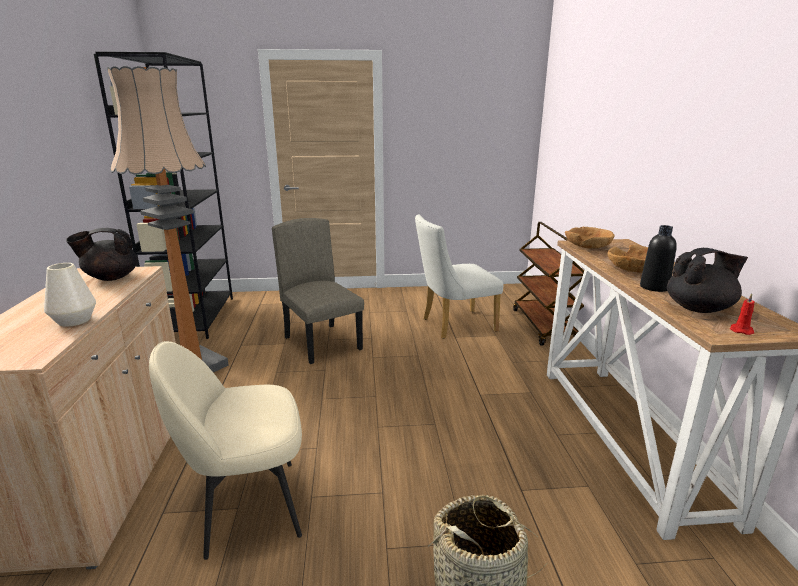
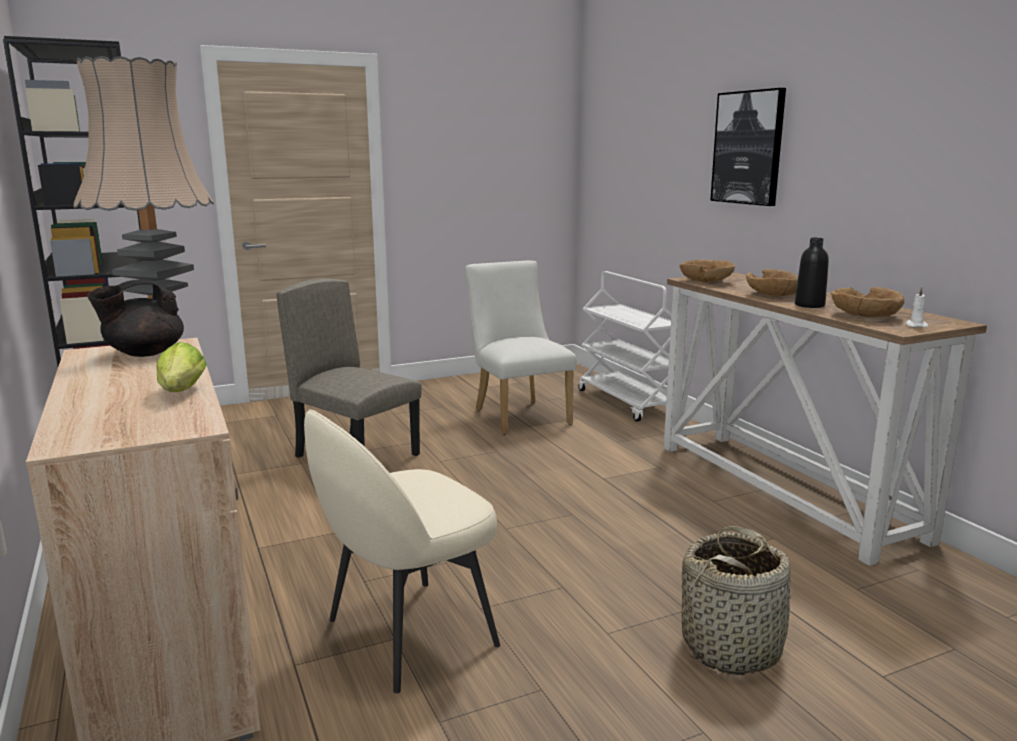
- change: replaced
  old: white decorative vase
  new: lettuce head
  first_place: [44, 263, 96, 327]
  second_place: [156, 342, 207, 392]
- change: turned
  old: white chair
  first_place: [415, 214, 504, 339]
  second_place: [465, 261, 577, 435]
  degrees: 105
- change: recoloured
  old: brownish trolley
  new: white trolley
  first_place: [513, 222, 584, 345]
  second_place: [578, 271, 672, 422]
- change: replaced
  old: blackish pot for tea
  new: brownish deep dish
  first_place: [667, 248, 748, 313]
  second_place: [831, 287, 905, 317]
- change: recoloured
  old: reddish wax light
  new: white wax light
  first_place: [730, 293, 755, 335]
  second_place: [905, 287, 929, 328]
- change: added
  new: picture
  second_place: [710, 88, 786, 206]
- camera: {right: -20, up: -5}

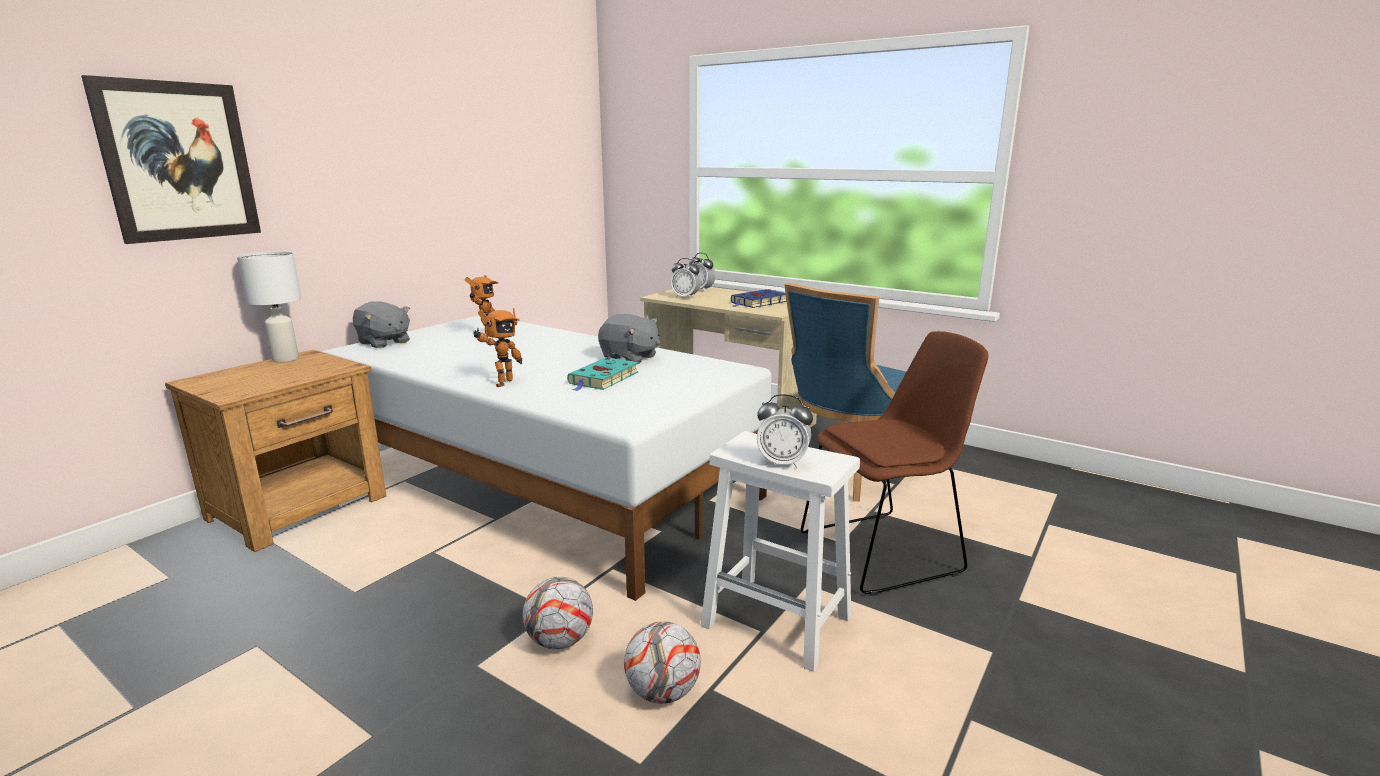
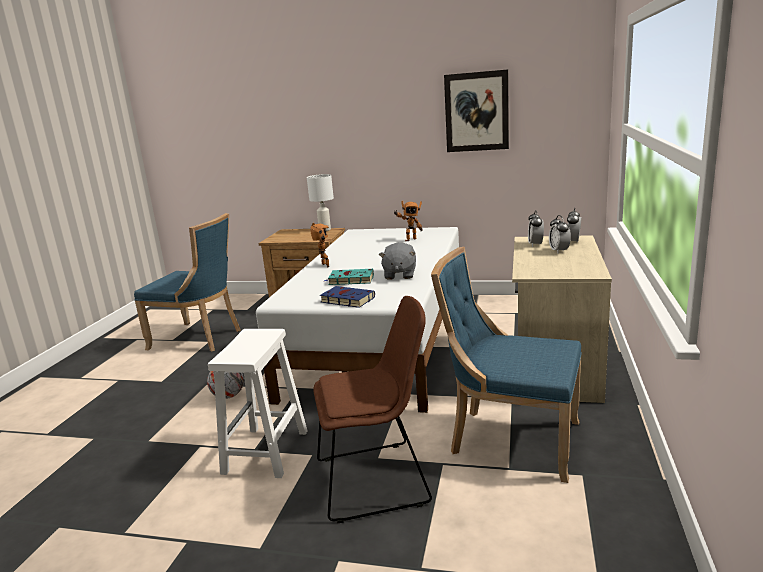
- change: moved
  old: picture
  first_place: [81, 75, 261, 244]
  second_place: [444, 70, 509, 152]
- change: removed
  old: gray soft toy
  first_place: [353, 301, 410, 348]
- change: turned
  old: toy robot
  first_place: [473, 308, 522, 387]
  second_place: [310, 223, 329, 268]
  degrees: -120
- change: removed
  old: ball for football
  first_place: [624, 621, 701, 704]
- change: moved
  old: blue-coloured volume
  first_place: [731, 289, 787, 308]
  second_place: [320, 286, 375, 308]
- change: moved
  old: bedside clock
  first_place: [757, 394, 813, 468]
  second_place: [549, 215, 571, 253]
- change: turned
  old: brownish chair
  first_place: [801, 331, 988, 596]
  second_place: [313, 296, 432, 523]
  degrees: -60
- change: added
  new: blue-coloured chair
  second_place: [134, 213, 241, 352]
- camera: {right: 70, up: 0}

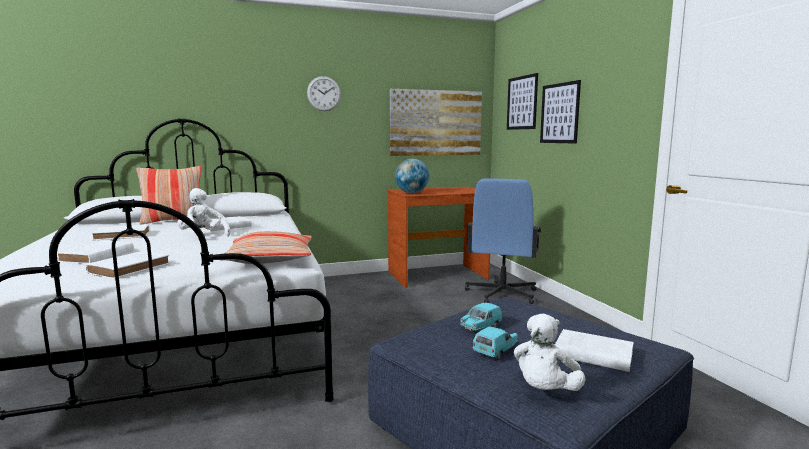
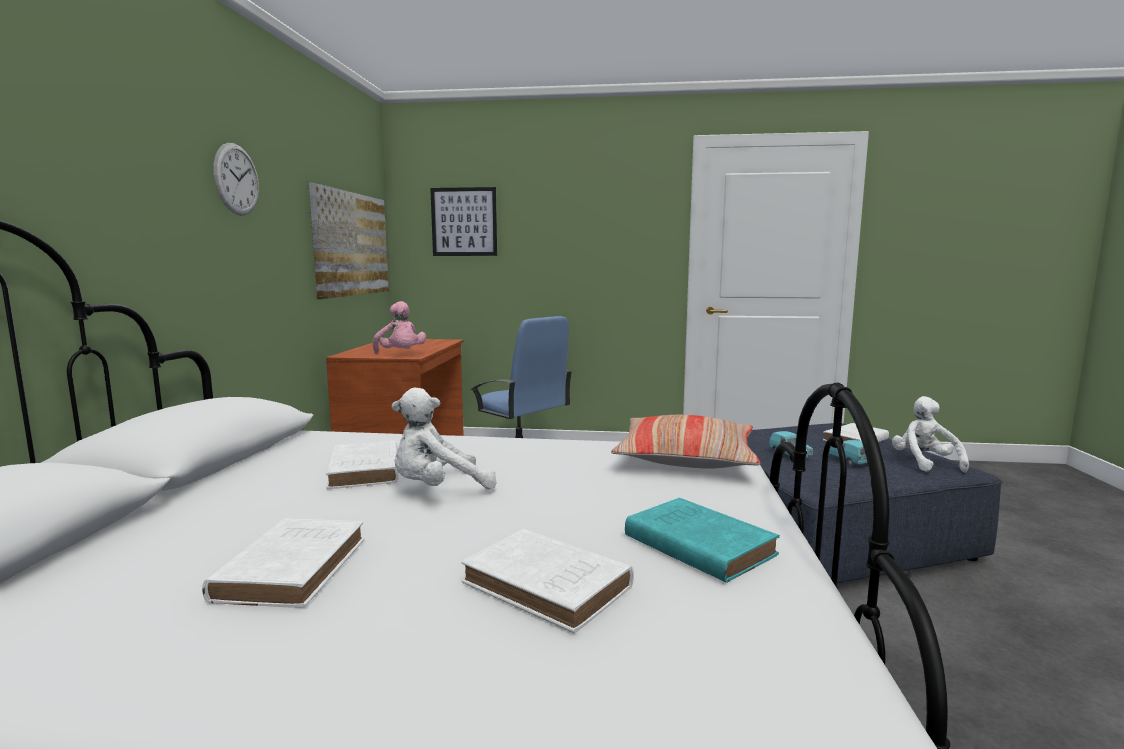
- change: recoloured
  old: white volume
  new: turquoise volume
  first_place: [86, 251, 170, 279]
  second_place: [625, 498, 780, 583]
- change: removed
  old: cushion
  first_place: [136, 166, 202, 224]
- change: replaced
  old: desk globe
  new: pinkish soft toy
  first_place: [395, 159, 429, 193]
  second_place: [372, 301, 426, 353]
- change: turned
  old: white soft toy
  first_place: [514, 314, 585, 391]
  second_place: [892, 396, 969, 472]
  degrees: -150
- change: removed
  old: picture
  first_place: [540, 80, 581, 144]
- camera: {right: -65, up: 0}

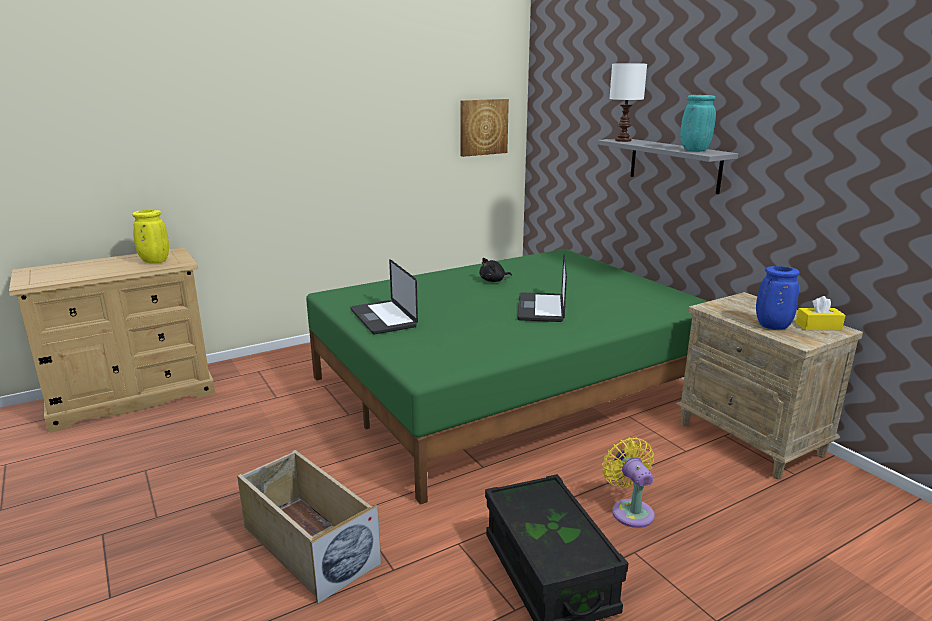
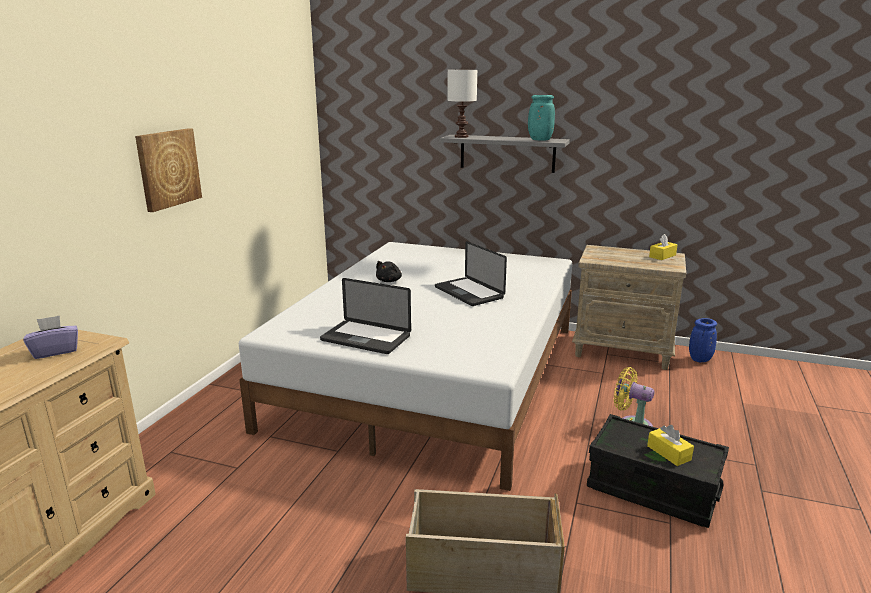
- change: replaced
  old: yellow decorative vase
  new: purplish box of tissues
  first_place: [132, 210, 169, 263]
  second_place: [23, 315, 78, 359]
- change: recoloured
  old: greenish bed
  new: white bed
  first_place: [306, 249, 708, 505]
  second_place: [239, 242, 572, 491]
- change: moved
  old: picture
  first_place: [460, 99, 509, 157]
  second_place: [135, 128, 202, 212]
- change: moved
  old: blue-coloured decorative vase
  first_place: [756, 266, 800, 330]
  second_place: [689, 318, 717, 362]
- change: added
  new: yellow box of tissues
  second_place: [647, 425, 694, 466]
- camera: {right: -40, up: 0}

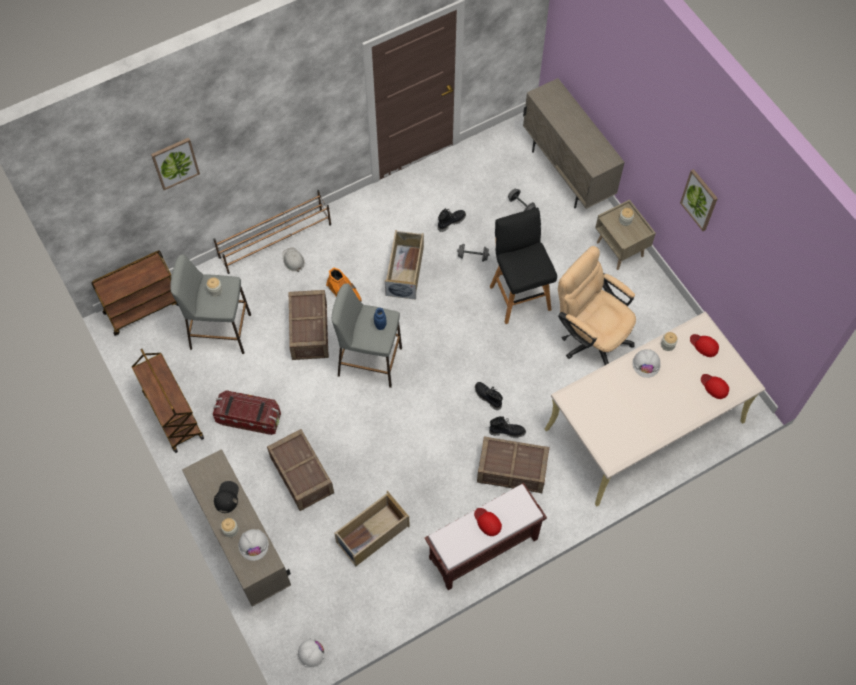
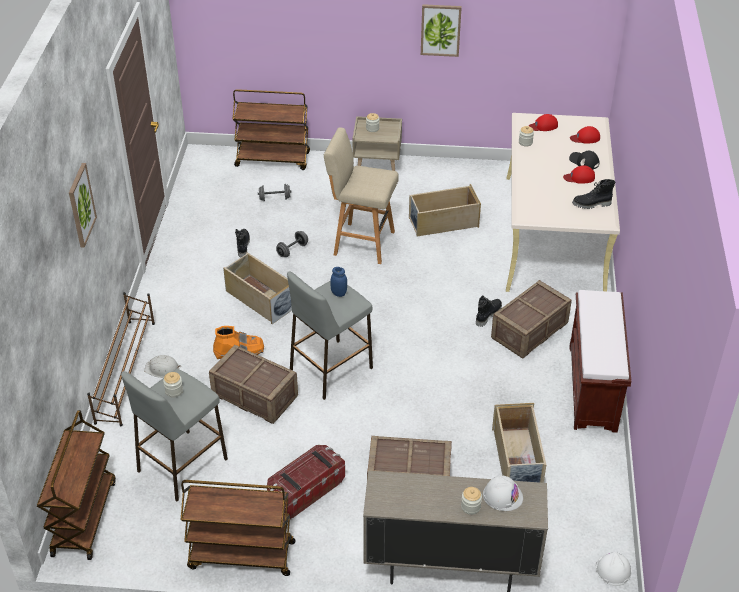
- change: moved
  old: picture
  first_place: [151, 138, 200, 190]
  second_place: [69, 163, 97, 248]
- change: moved
  old: blackish baseball cap
  first_place: [214, 481, 239, 513]
  second_place: [569, 151, 599, 169]
- change: moved
  old: reddish baseball cap
  first_place: [474, 508, 502, 536]
  second_place: [563, 166, 595, 184]
- change: moved
  old: blackish high-top boot
  first_place: [475, 382, 503, 410]
  second_place: [572, 179, 615, 209]
- change: recoloured
  old: blackish stool seat
  new: beige-coloured stool seat
  first_place: [490, 208, 557, 324]
  second_place: [324, 127, 399, 264]
- change: replaced
  old: beige-coloured cupboard
  new: brownish trolley
  first_place: [523, 78, 625, 209]
  second_place: [233, 89, 310, 170]
- change: replaced
  old: beige-coloured computer chair
  new: beige-coloured storage bin
  first_place: [558, 246, 636, 365]
  second_place: [409, 184, 481, 236]
- change: removed
  old: white safety helmet
  first_place: [633, 349, 661, 378]
- camera: {right: -55, up: -20}

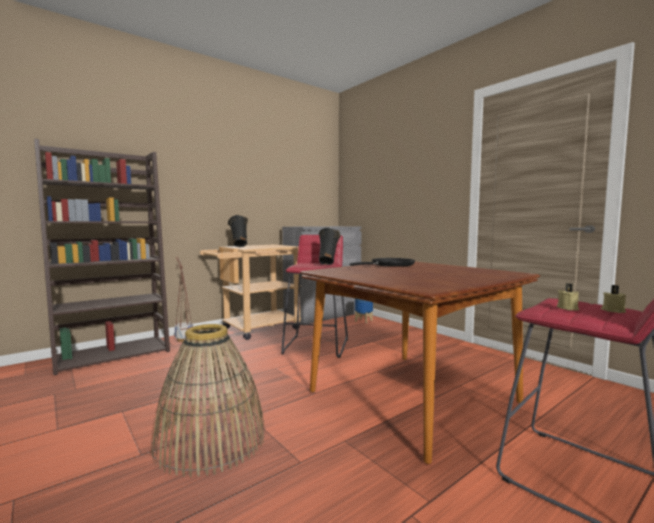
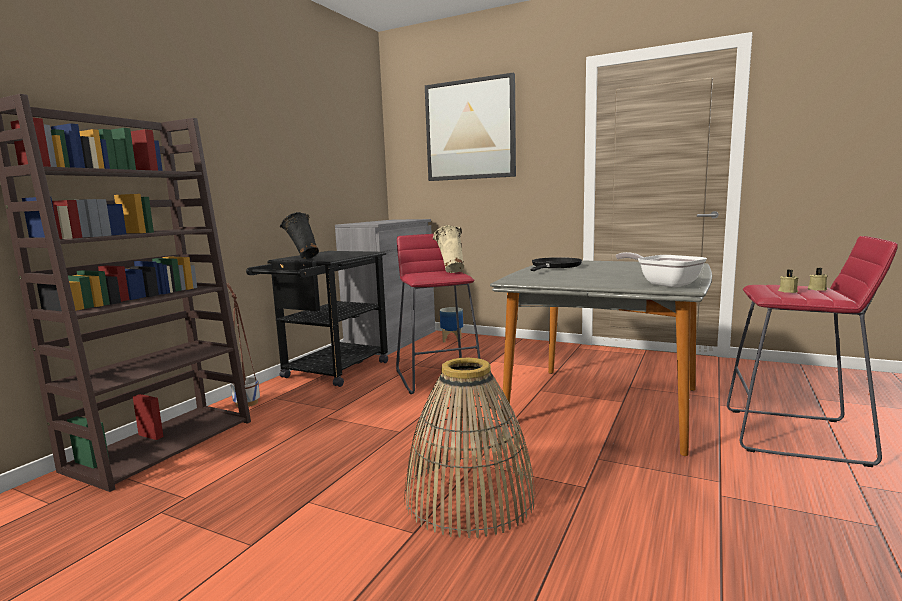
- change: recoloured
  old: beige-coloured trolley
  new: blackish trolley
  first_place: [200, 244, 301, 340]
  second_place: [246, 251, 388, 387]
- change: recoloured
  old: brownish dining table
  new: gray dining table
  first_place: [300, 262, 540, 464]
  second_place: [490, 261, 712, 456]
- change: recoloured
  old: blackish decorative vase
  new: beige-coloured decorative vase
  first_place: [319, 228, 341, 265]
  second_place: [433, 225, 464, 273]
- change: added
  new: picture
  second_place: [425, 73, 516, 181]
- change: added
  new: frying pan
  second_place: [616, 252, 707, 287]
- camera: {right: -25, up: 5}

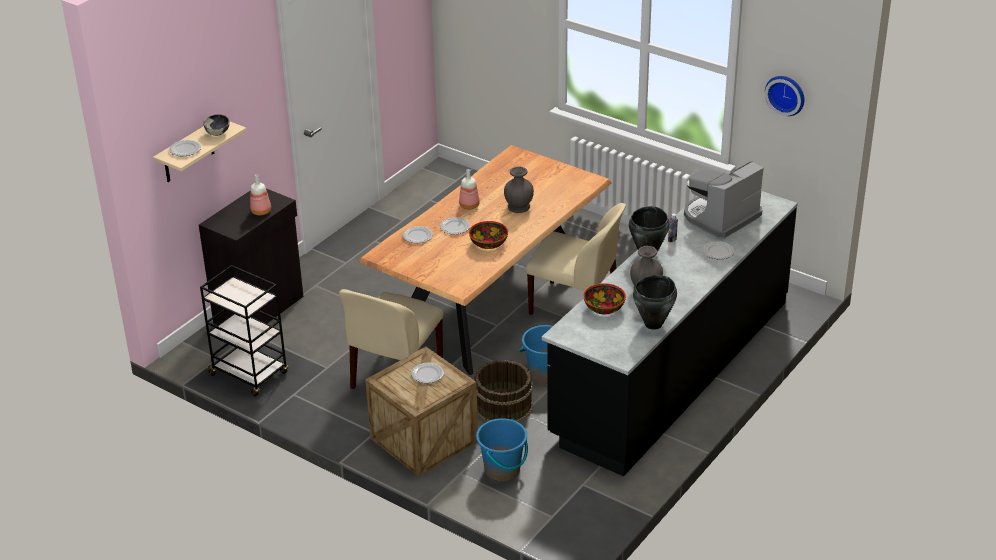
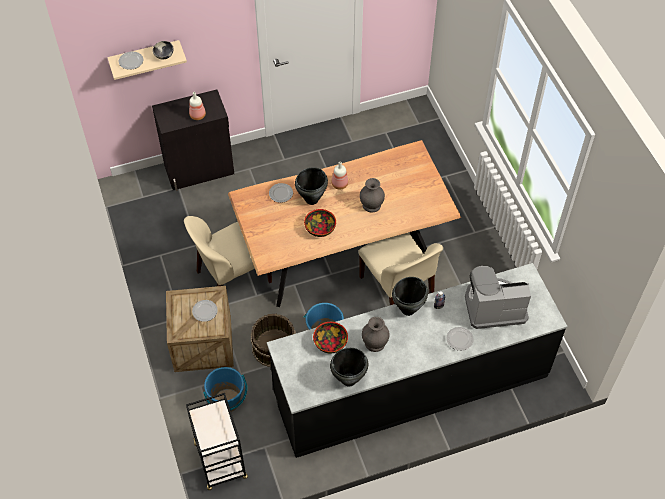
- change: moved
  old: blackish trolley
  first_place: [200, 265, 288, 397]
  second_place: [186, 393, 248, 490]
- change: replaced
  old: dinner plate
  new: blackish stockpot
  first_place: [440, 217, 470, 234]
  second_place: [295, 167, 328, 205]
- change: removed
  old: clock on the wall
  first_place: [765, 76, 804, 116]
- camera: {right: 35, up: 20}

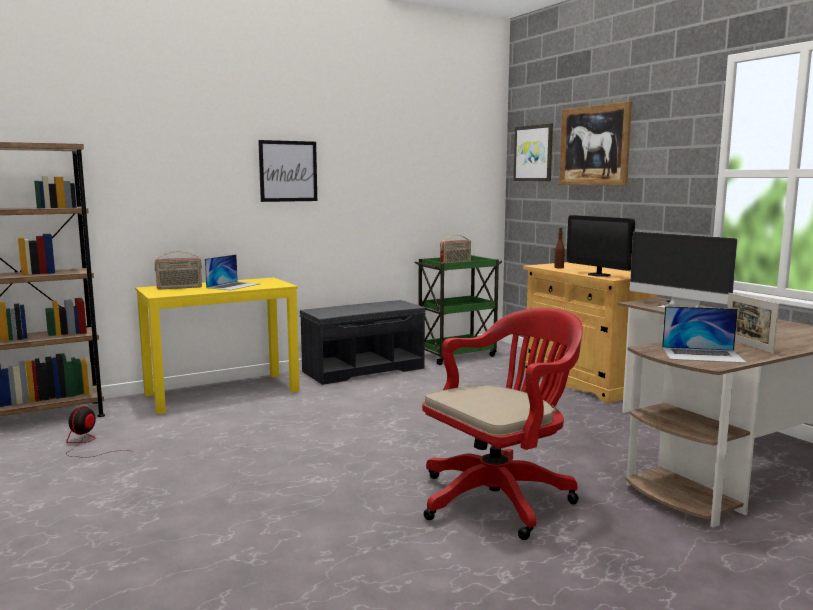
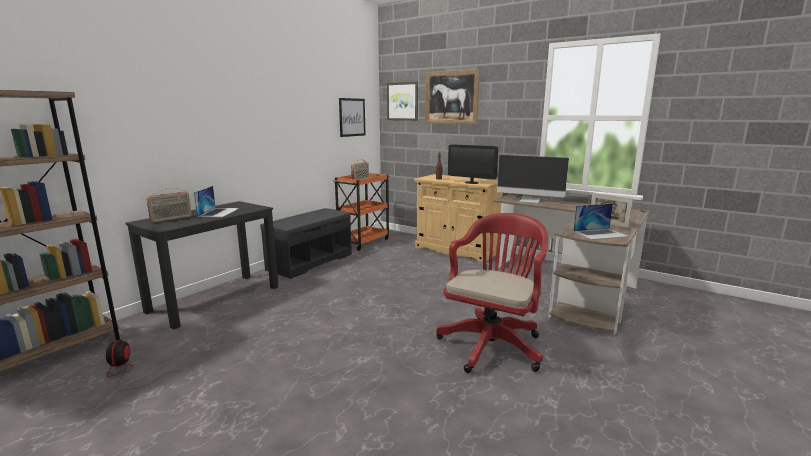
- change: recoloured
  old: yellow desk
  new: blackish desk
  first_place: [135, 277, 300, 414]
  second_place: [126, 201, 279, 330]
- change: moved
  old: picture
  first_place: [258, 140, 317, 202]
  second_place: [339, 98, 366, 137]
- change: recoloured
  old: greenish trolley
  new: orange-coloured trolley
  first_place: [415, 255, 502, 365]
  second_place: [333, 173, 389, 251]
- camera: {right: -25, up: 5}

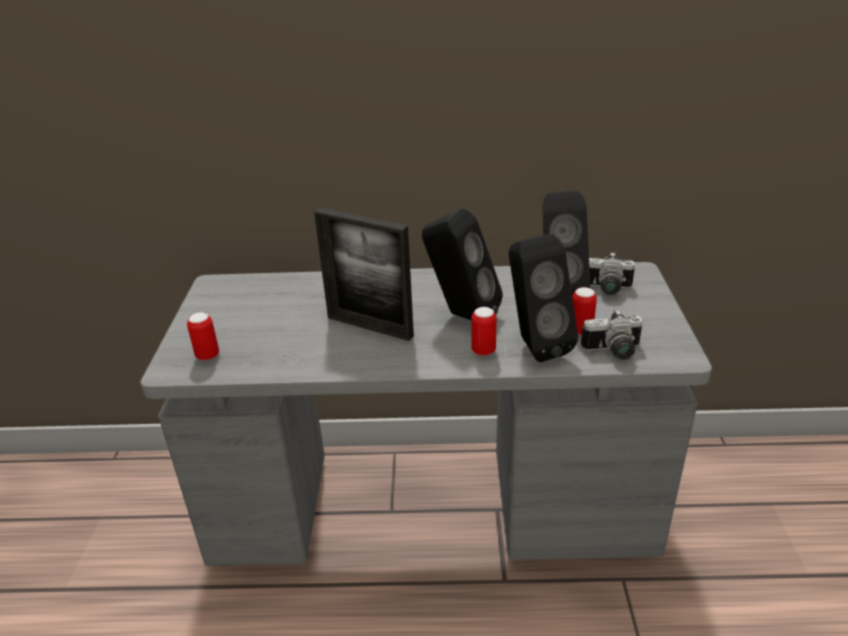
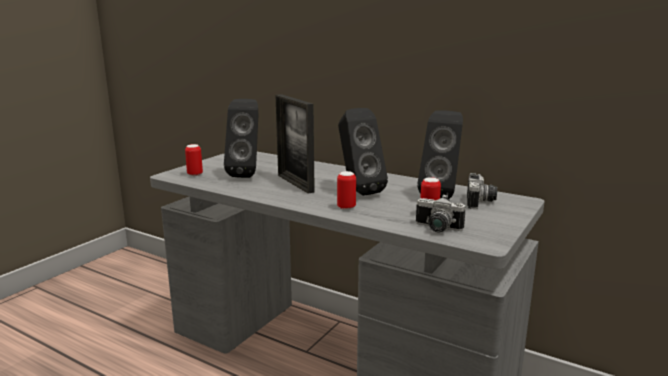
- change: moved
  old: blackish speaker
  first_place: [509, 234, 578, 362]
  second_place: [224, 99, 258, 178]
- change: turned
  old: still camera
  first_place: [589, 252, 635, 295]
  second_place: [467, 173, 497, 209]
  degrees: -120
- camera: {right: 30, up: -15}

